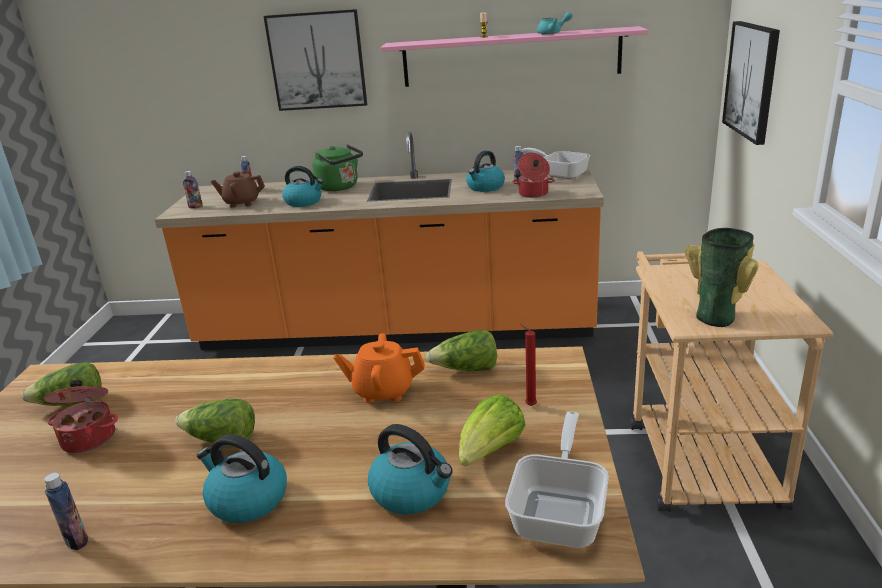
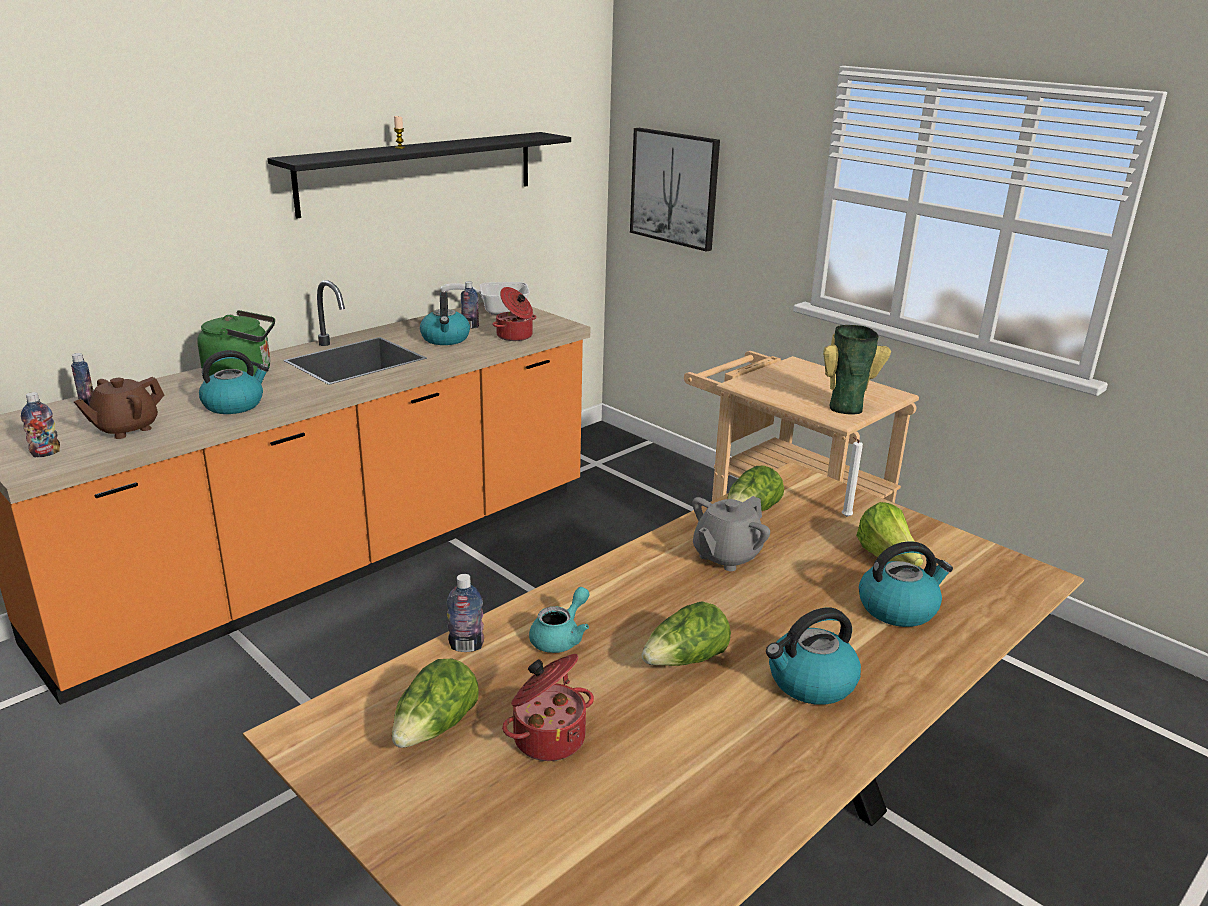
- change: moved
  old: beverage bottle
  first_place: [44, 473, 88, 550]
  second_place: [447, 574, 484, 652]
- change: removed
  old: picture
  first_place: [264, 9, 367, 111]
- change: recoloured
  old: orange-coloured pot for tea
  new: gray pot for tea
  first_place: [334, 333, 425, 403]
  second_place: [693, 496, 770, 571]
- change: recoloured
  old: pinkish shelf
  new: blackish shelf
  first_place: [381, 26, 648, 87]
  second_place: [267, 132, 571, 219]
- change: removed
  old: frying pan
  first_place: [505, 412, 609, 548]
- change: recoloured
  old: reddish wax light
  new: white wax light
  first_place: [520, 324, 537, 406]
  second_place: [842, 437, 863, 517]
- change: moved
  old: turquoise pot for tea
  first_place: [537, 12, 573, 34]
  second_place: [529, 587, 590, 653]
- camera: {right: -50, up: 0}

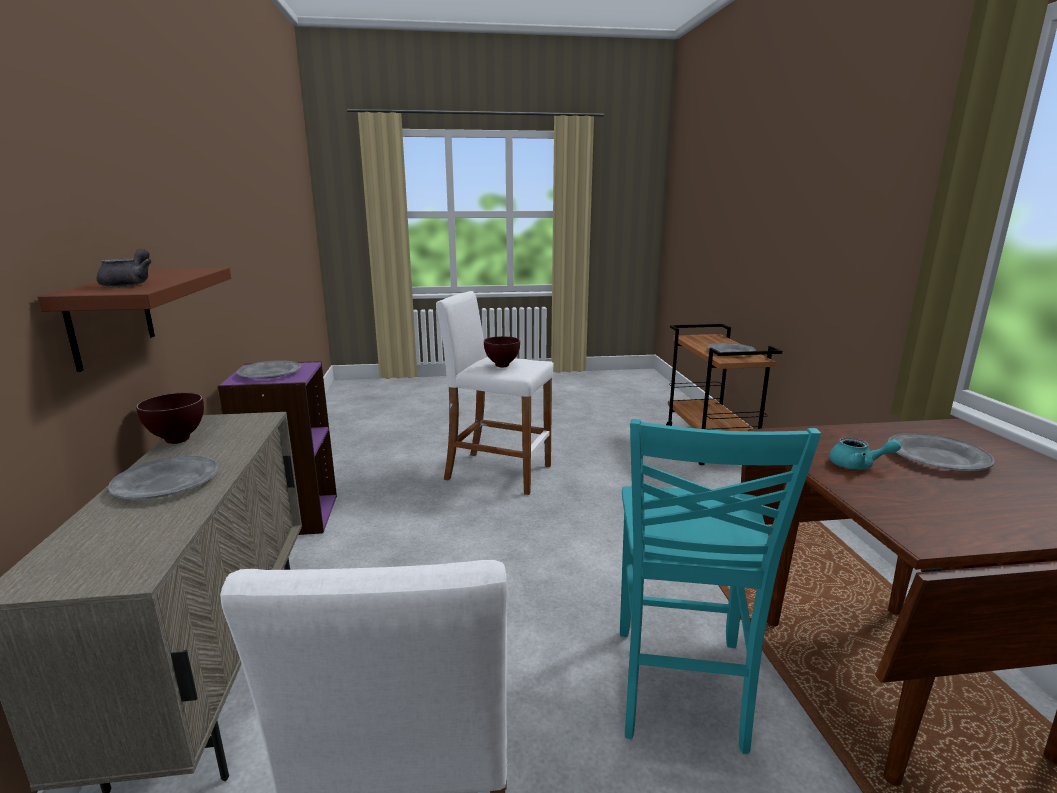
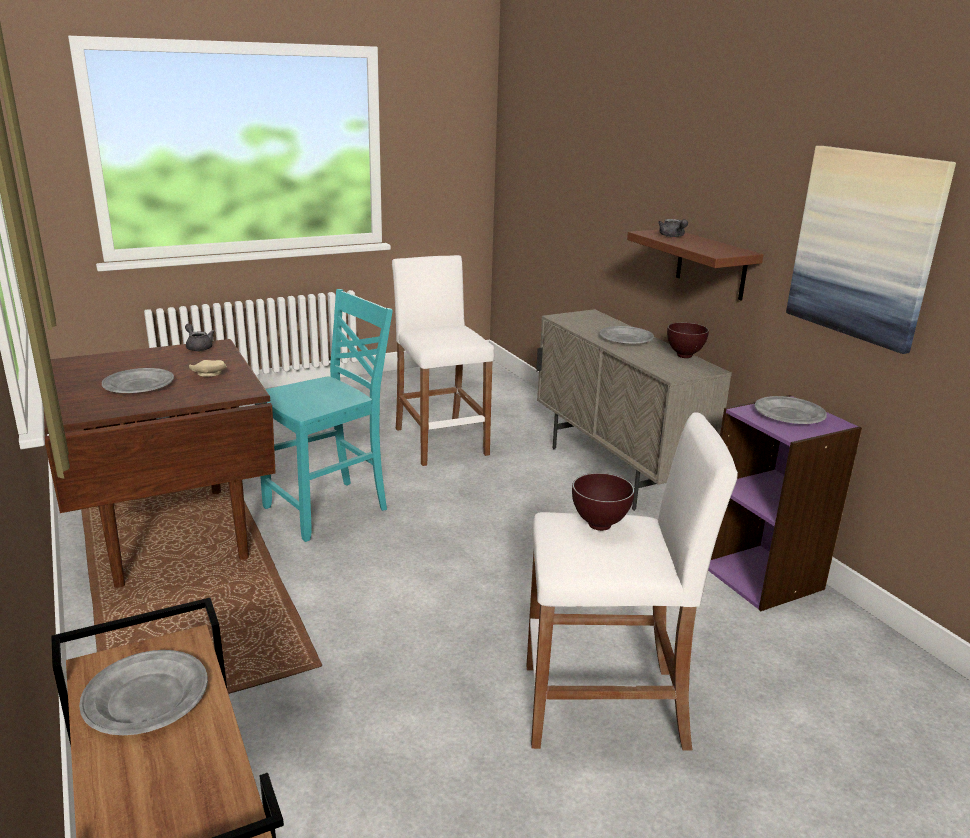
- change: turned
  old: turquoise chair
  first_place: [620, 419, 821, 754]
  second_place: [260, 289, 393, 542]
  degrees: 60
- change: replaced
  old: turquoise pot for tea
  new: beige-coloured dinner plate
  first_place: [829, 437, 901, 470]
  second_place: [189, 360, 227, 377]
- change: added
  new: gray pot for tea
  second_place: [185, 324, 214, 351]
- change: added
  new: picture
  second_place: [786, 146, 956, 354]
- camera: {right: 160, up: 5}

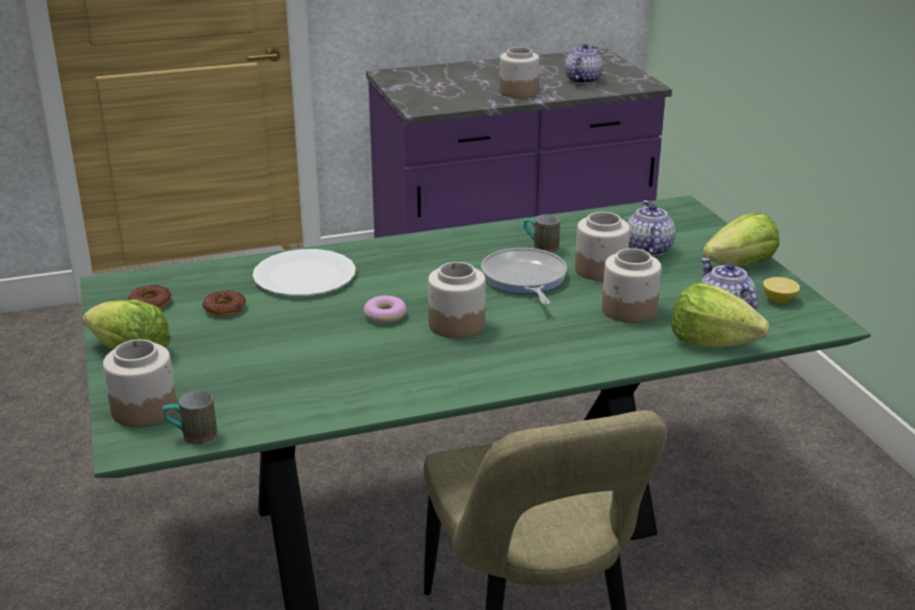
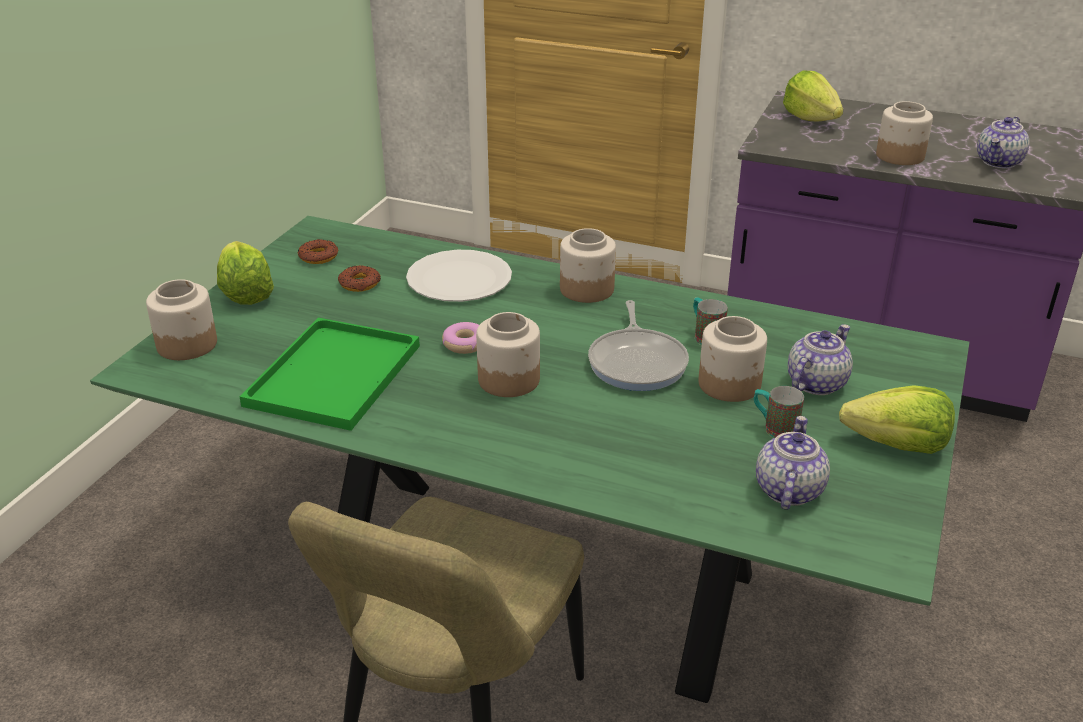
- change: moved
  old: tea mug
  first_place: [163, 390, 218, 445]
  second_place: [754, 386, 804, 438]
- change: turned
  old: frying pan
  first_place: [481, 248, 567, 305]
  second_place: [588, 300, 689, 391]
  degrees: 150
- change: turned
  old: pot for tea
  first_place: [565, 44, 603, 84]
  second_place: [977, 116, 1030, 169]
  degrees: 150
- change: moved
  old: jar
  first_place: [602, 248, 661, 323]
  second_place: [560, 228, 616, 303]
- change: moved
  old: lettuce head
  first_place: [671, 283, 769, 347]
  second_place: [783, 71, 843, 121]
- change: removed
  old: citrus fruit
  first_place: [763, 277, 800, 303]
- change: added
  new: greenish serving tray
  second_place: [239, 318, 420, 431]
- camera: {right: 40, up: 5}

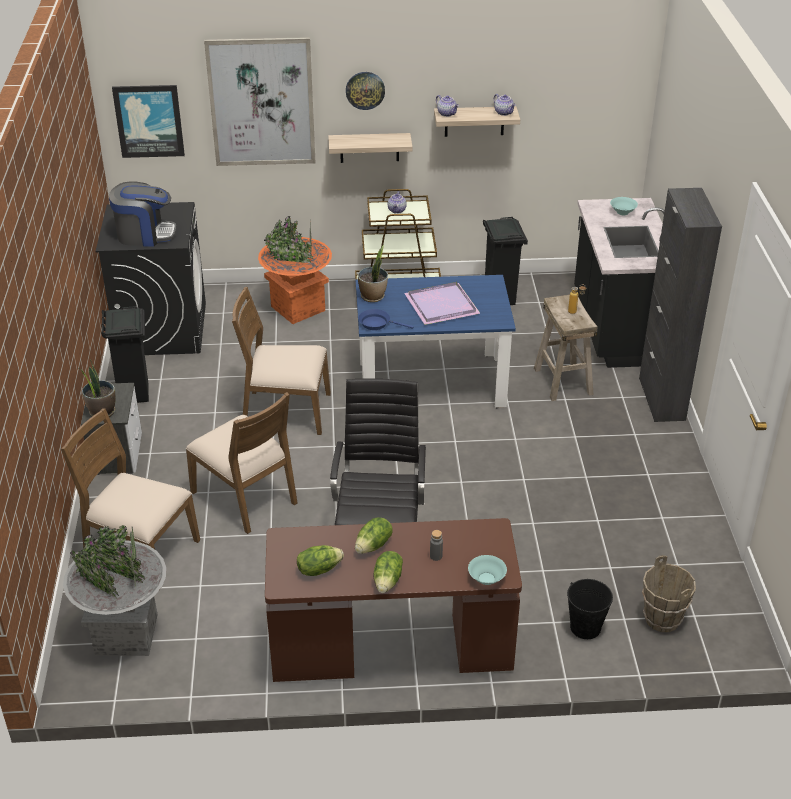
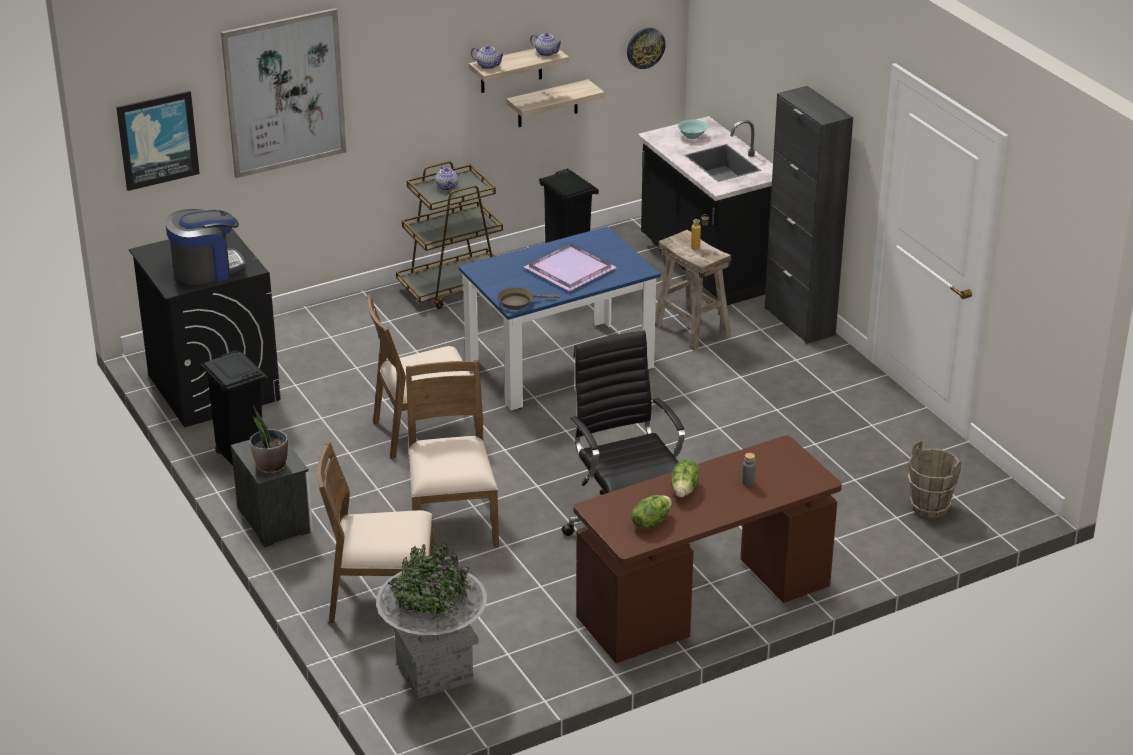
- change: turned
  old: brownish chair
  first_place: [186, 392, 298, 534]
  second_place: [406, 360, 499, 548]
  degrees: -120
- change: removed
  old: orange-coloured planter
  first_place: [258, 216, 332, 324]
- change: moved
  old: shelf
  first_place: [328, 133, 412, 163]
  second_place: [507, 79, 604, 127]
- change: moved
  old: clock on the wall
  first_place: [346, 72, 385, 110]
  second_place: [627, 28, 666, 69]
- change: removed
  old: potted plant
  first_place: [358, 245, 388, 302]
- change: recoloured
  old: blue-coloured frying pan
  new: brownish frying pan
  first_place: [358, 309, 414, 330]
  second_place: [497, 287, 560, 310]
- change: removed
  old: lettuce head
  first_place: [374, 551, 403, 593]
- change: removed
  old: turquoise deep dish
  first_place: [468, 555, 507, 585]
- change: removed
  old: blackish water bucket
  first_place: [567, 579, 613, 639]
- camera: {right: -25, up: -5}

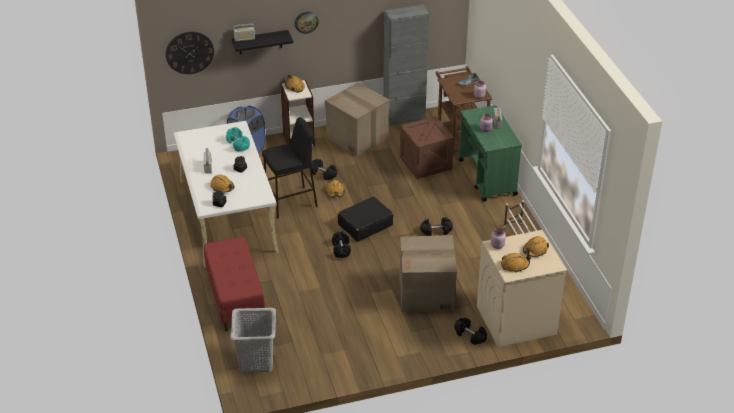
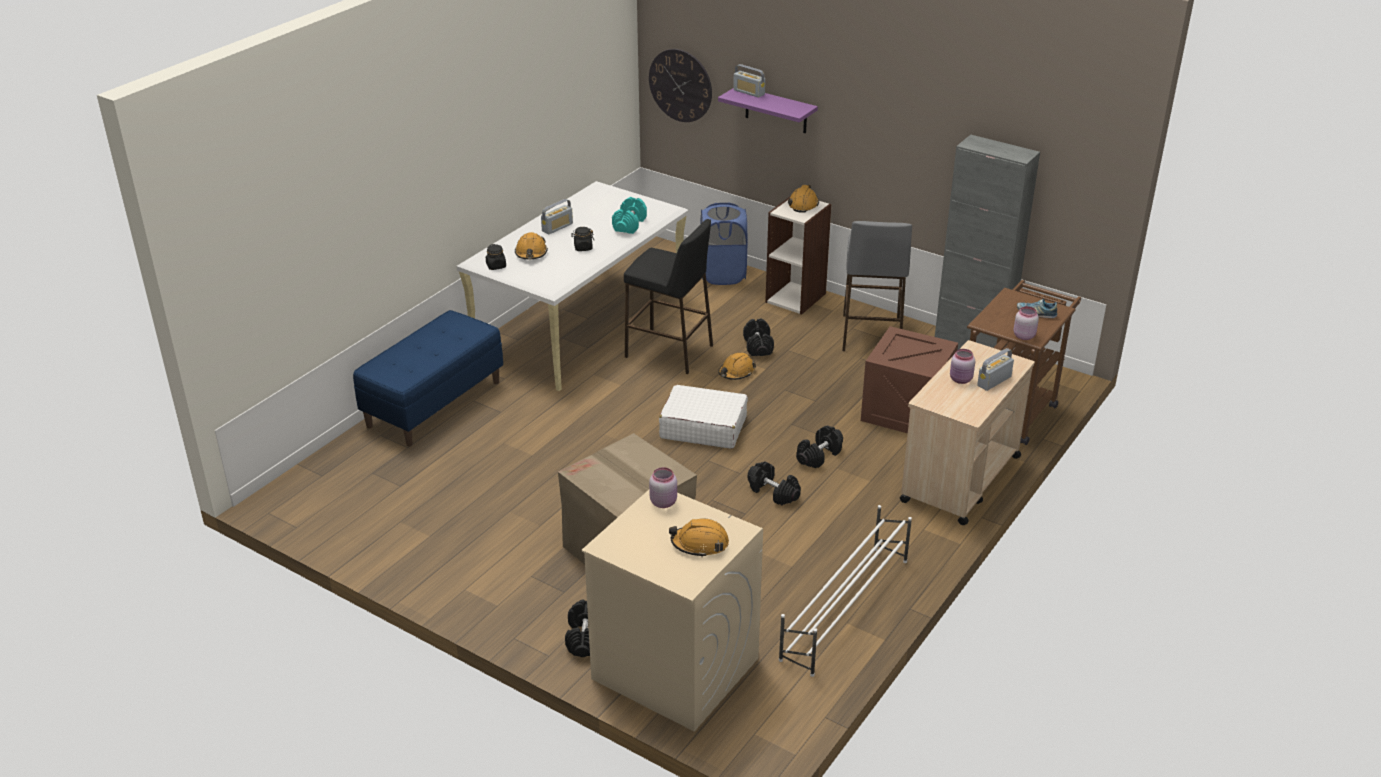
- change: recoloured
  old: reddish long seat
  new: blue-coloured long seat
  first_place: [204, 237, 265, 332]
  second_place: [353, 310, 503, 446]
- change: removed
  old: gray laundry basket
  first_place: [230, 308, 276, 373]
- change: recoloured
  old: blackish shelf
  new: purplish shelf
  first_place: [231, 30, 293, 54]
  second_place: [718, 89, 818, 134]
- change: removed
  old: clock on the wall
  first_place: [295, 11, 319, 34]
- change: replaced
  old: packing box
  new: gray stool seat
  first_place: [325, 83, 390, 157]
  second_place: [842, 221, 912, 351]
- change: moved
  old: blackish free weight
  first_place: [332, 231, 351, 258]
  second_place: [796, 426, 843, 468]
- change: recoloured
  old: blackish suitcase
  new: white suitcase
  first_place: [338, 197, 393, 242]
  second_place: [659, 385, 748, 449]
- change: recoloured
  old: greenish trolley
  new: beige-coloured trolley
  first_place: [458, 105, 522, 201]
  second_place: [900, 340, 1035, 525]
- change: removed
  old: orange-coloured safety helmet
  first_place: [501, 253, 531, 272]
- camera: {right: 50, up: -5}

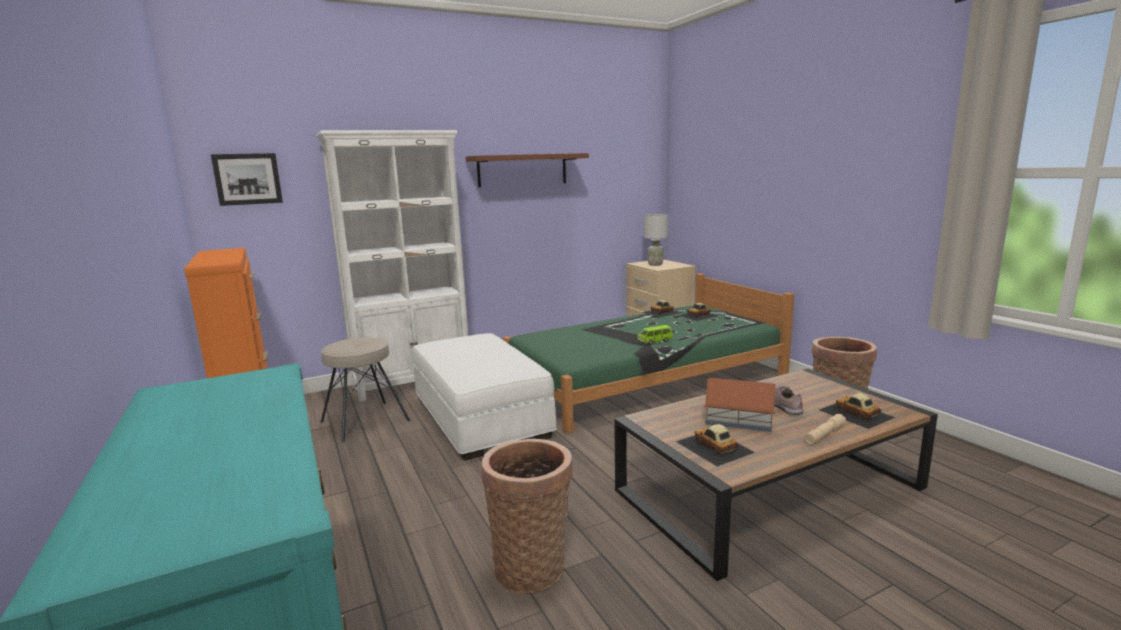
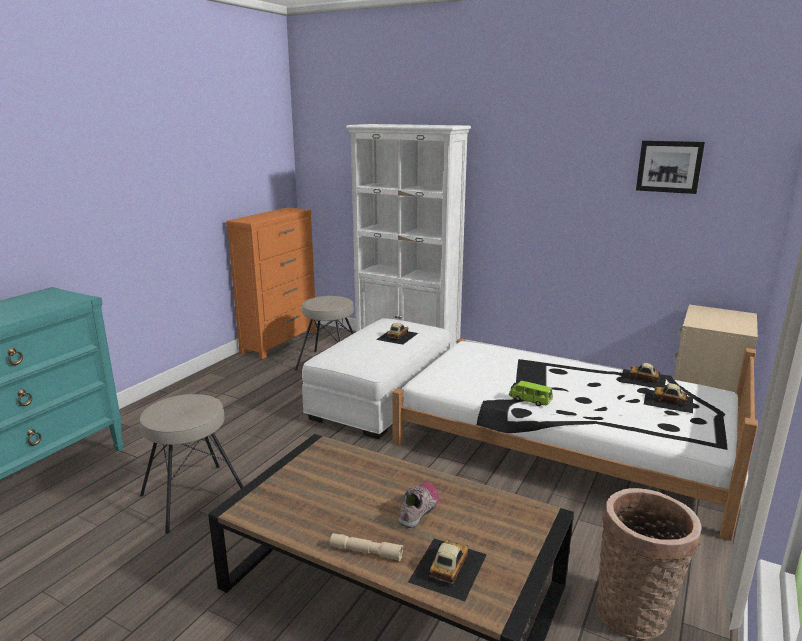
- change: moved
  old: picture
  first_place: [211, 153, 283, 206]
  second_place: [636, 140, 705, 194]
- change: removed
  old: brownish shelf
  first_place: [466, 153, 589, 187]
- change: replaced
  old: basket
  new: beige-coloured stool seat
  first_place: [481, 439, 572, 595]
  second_place: [140, 394, 243, 534]
- change: recoloured
  old: greenish bed
  new: white bed
  first_place: [503, 273, 794, 434]
  second_place: [392, 338, 758, 541]
- change: removed
  old: gray lamp for a table
  first_place: [644, 214, 668, 266]
- change: moved
  old: toy car
  first_place: [676, 424, 755, 466]
  second_place: [376, 323, 418, 345]
- change: removed
  old: model house
  first_place: [704, 378, 776, 432]
- camera: {right: 55, up: 5}

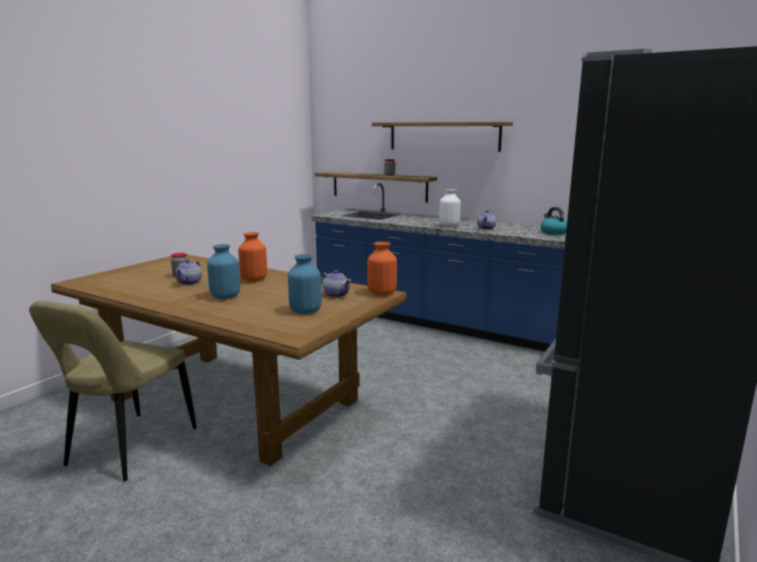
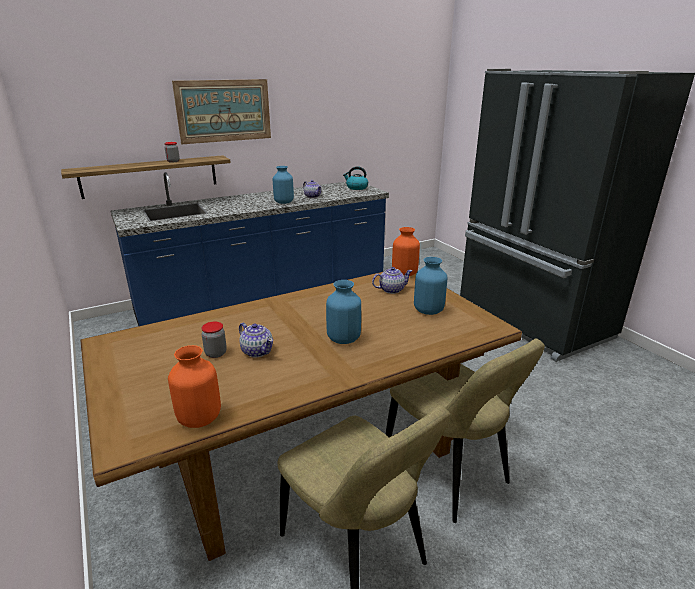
- change: moved
  old: orange-coloured decorative vase
  first_place: [238, 232, 267, 282]
  second_place: [168, 345, 221, 428]
- change: replaced
  old: shelf
  new: picture
  first_place: [372, 122, 513, 152]
  second_place: [172, 79, 271, 144]
- change: recoloured
  old: white decorative vase
  new: blue-coloured decorative vase
  first_place: [439, 189, 461, 227]
  second_place: [273, 166, 294, 204]
- change: added
  new: beige-coloured chair
  second_place: [385, 338, 545, 523]
- camera: {right: -60, up: 10}

